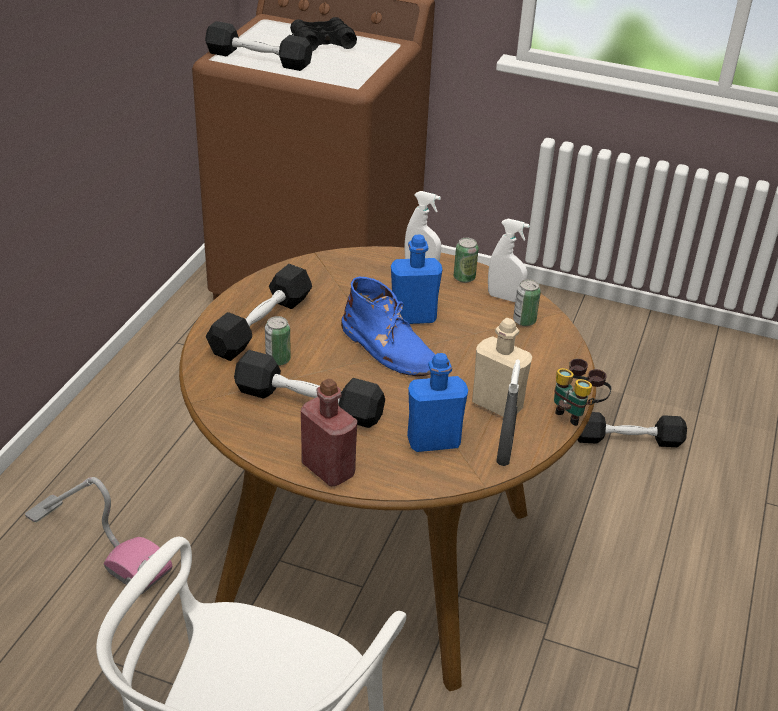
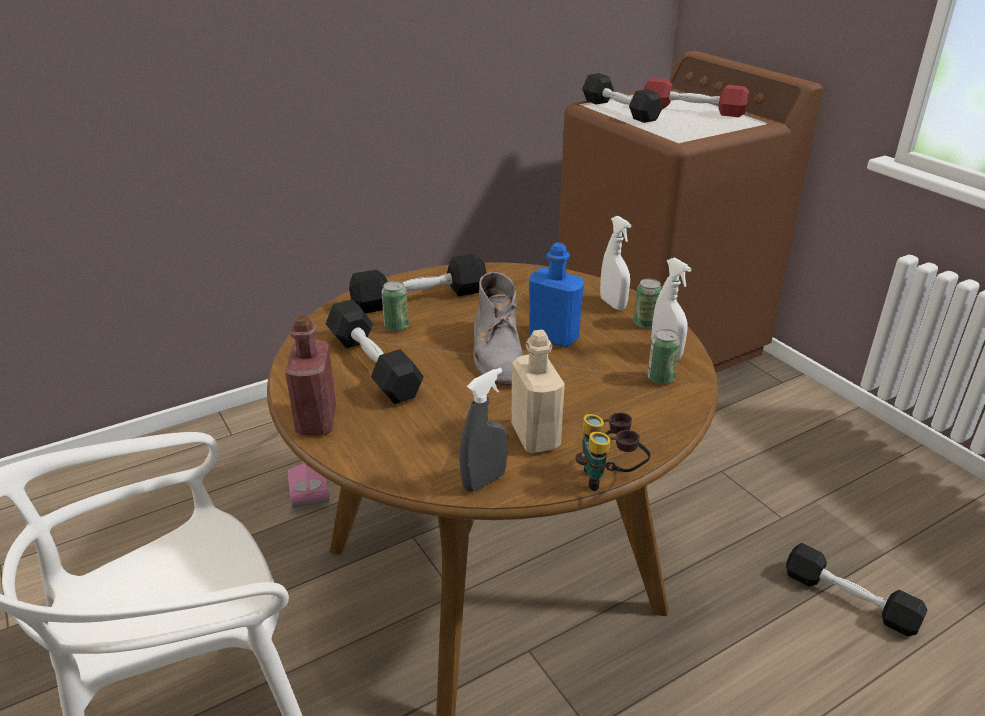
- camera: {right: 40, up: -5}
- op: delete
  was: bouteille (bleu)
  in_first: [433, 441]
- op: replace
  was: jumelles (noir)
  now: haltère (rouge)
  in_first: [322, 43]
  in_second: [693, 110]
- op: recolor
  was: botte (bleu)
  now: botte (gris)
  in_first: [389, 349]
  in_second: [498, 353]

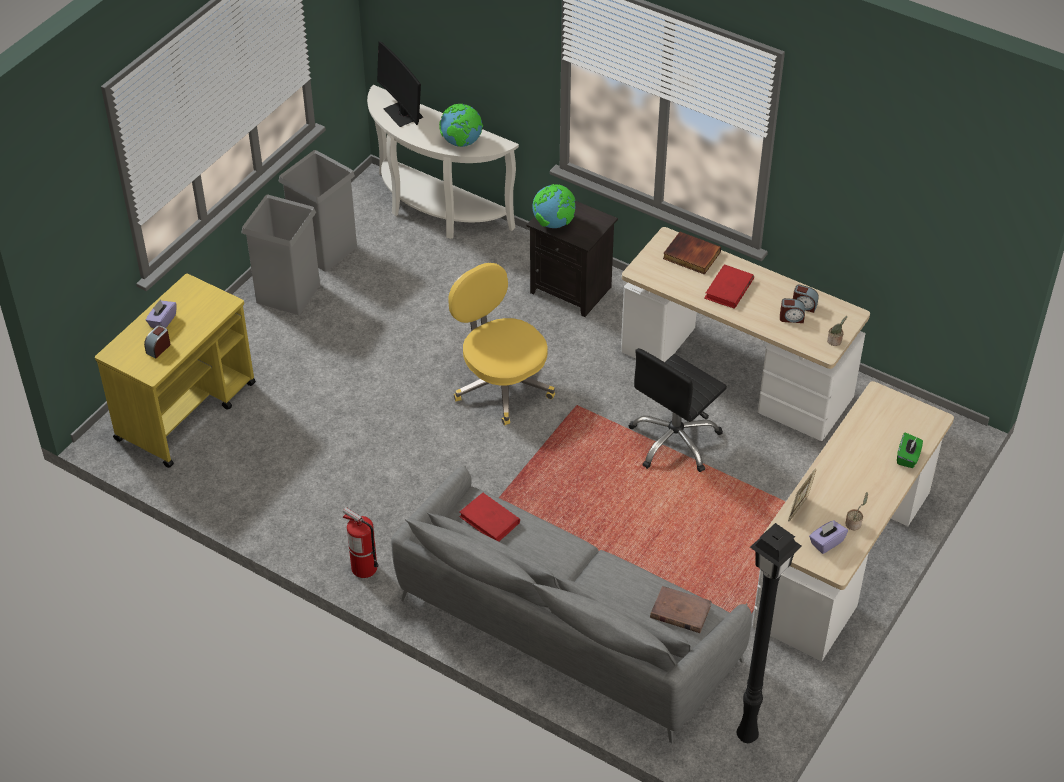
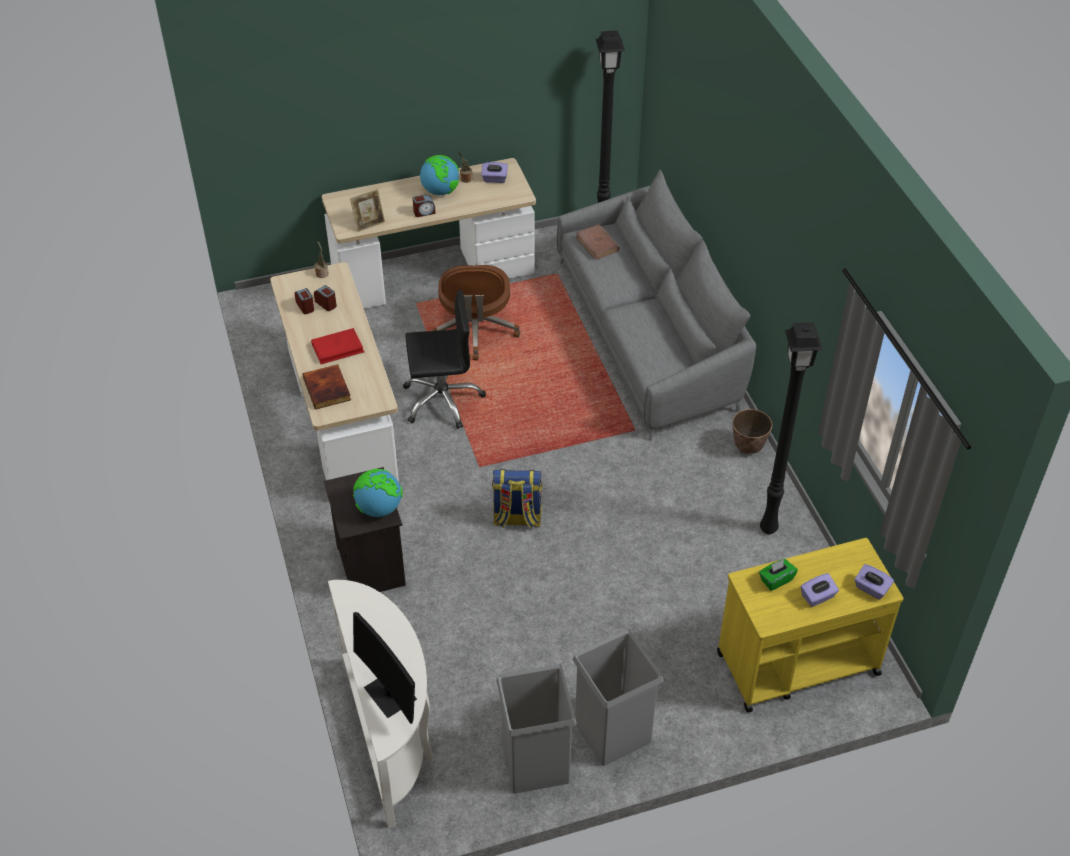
- camera: {right: -140, up: 0}
- op: delete
  was: livre (rouge)
  in_first: [490, 520]
- op: insert
  now: chaise de bureau (marron)
  in_second: [475, 330]
- op: insert
  now: lampadaire (noir)
  in_second: [769, 529]
- op: insert
  now: boîte à mouchoirs (violet)
  in_second: [871, 589]
- op: move
  was: réveil
  in_first: [158, 348]
  in_second: [424, 212]
- op: move
  was: globe
  in_first: [462, 143]
  in_second: [440, 191]
- op: move
  was: cadre photo
  in_first: [799, 509]
  in_second: [369, 224]
- op: move
  was: boîte à mouchoirs (vert)
  in_first: [908, 457]
  in_second: [776, 580]
- op: replace
  was: extincteur
  now: cache-pot
  in_first: [363, 567]
  in_second: [748, 448]
- op: replace
  was: chaise de bureau (jaune)
  now: sac à dos
  in_first: [501, 385]
  in_second: [517, 518]
- op: rotate
  was: écran d'ordinateur
  in_first: [403, 114]
  in_second: [390, 694]
  clockwise: 135

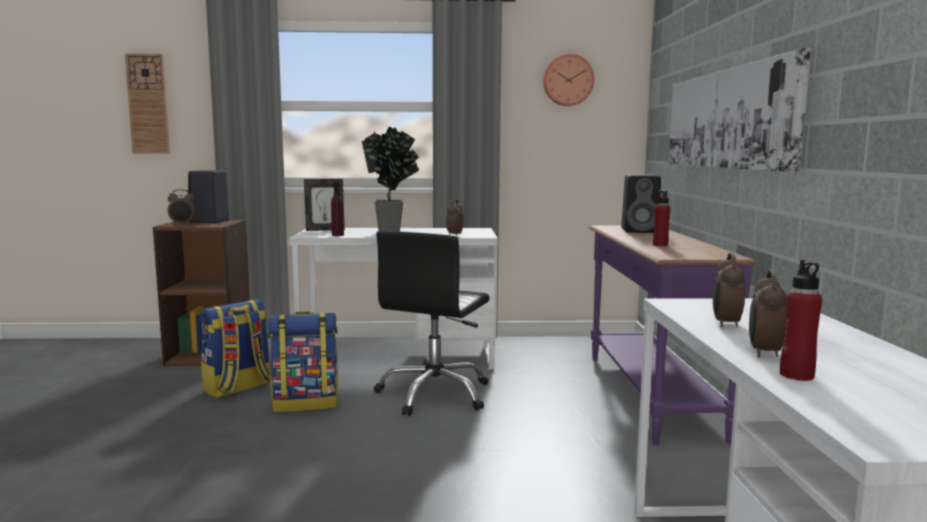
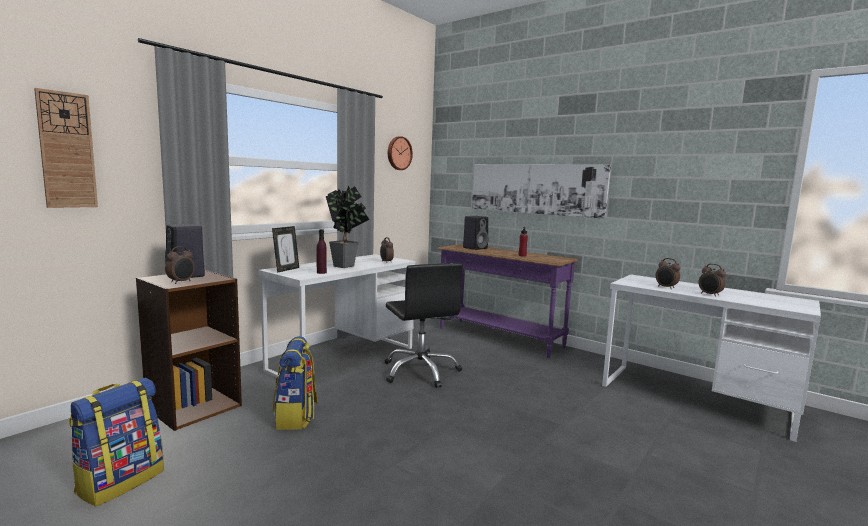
- camera: {right: -50, up: 0}
- op: delete
  was: bouteille (rouge)
  in_first: [796, 375]
- op: move
  was: sac à dos
  in_first: [306, 403]
  in_second: [121, 481]

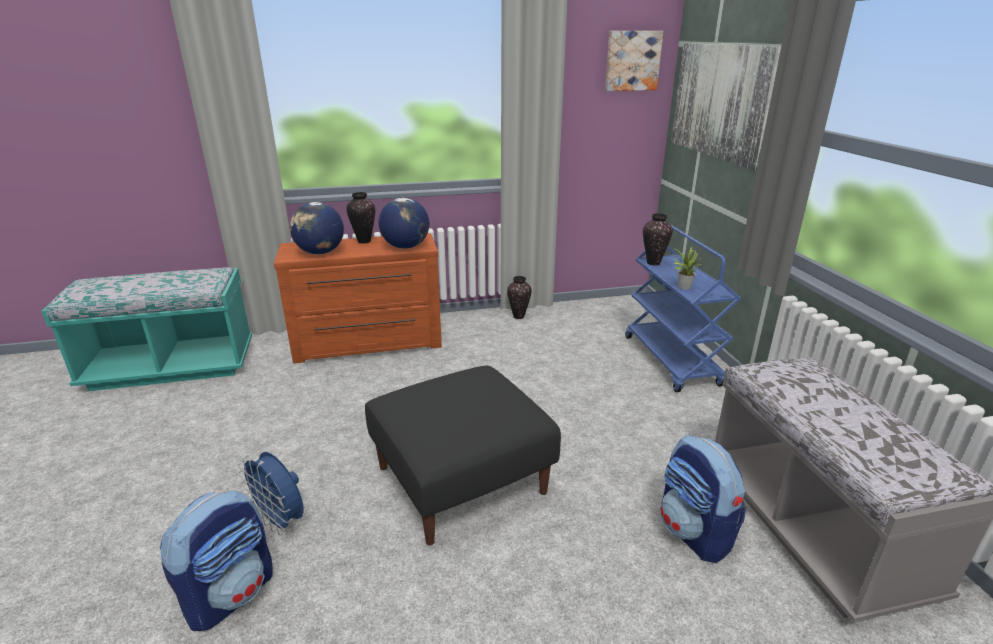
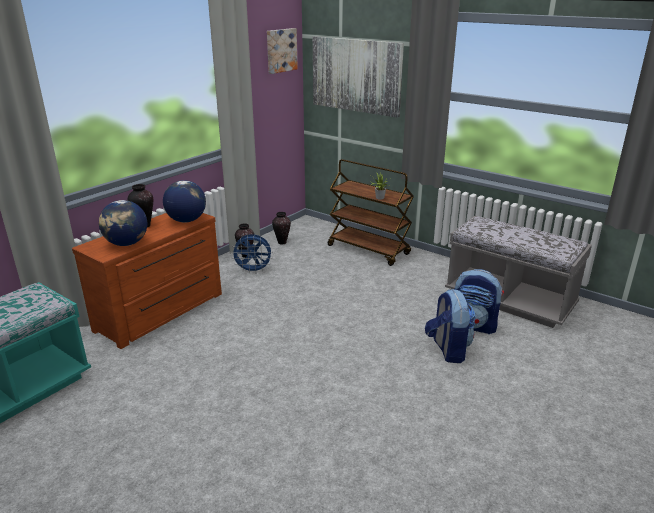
- camera: {right: -40, up: 0}
- op: delete
  was: pouf (noir)
  in_first: [462, 479]
- op: move
  was: sac à dos
  in_first: [231, 593]
  in_second: [448, 349]
- op: move
  was: ventilateur (bleu)
  in_first: [281, 522]
  in_second: [253, 271]
- op: move
  was: vase
  in_first: [653, 263]
  in_second: [282, 242]
- op: recolor
  was: chariot (bleu)
  now: chariot (marron)
  in_first: [671, 361]
  in_second: [369, 250]

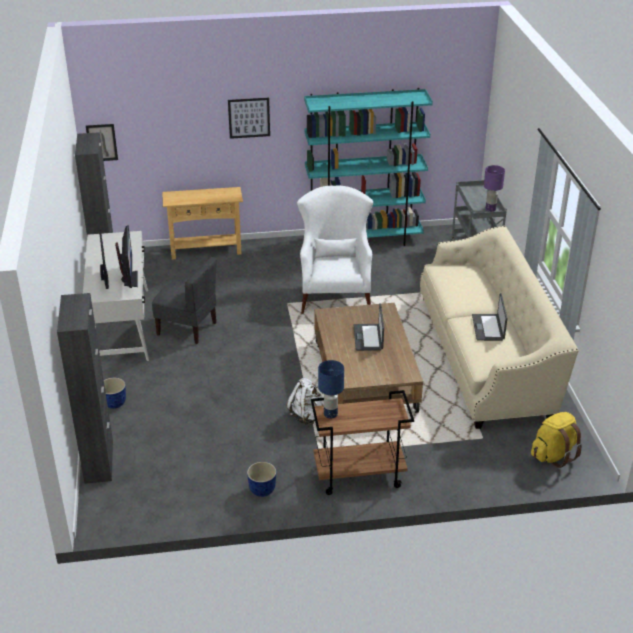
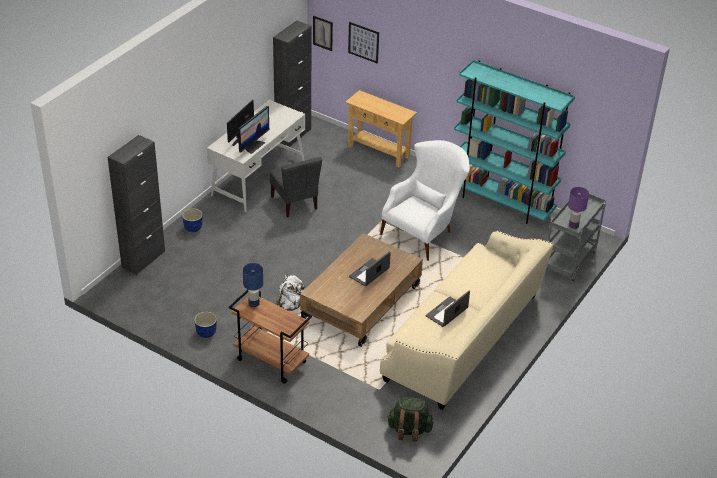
- camera: {right: 40, up: 5}
- op: move
  was: tableau
  in_first: [249, 118]
  in_second: [363, 42]
- op: recolor
  was: sac à dos (jaune)
  now: sac à dos (vert)
  in_first: [553, 455]
  in_second: [409, 430]

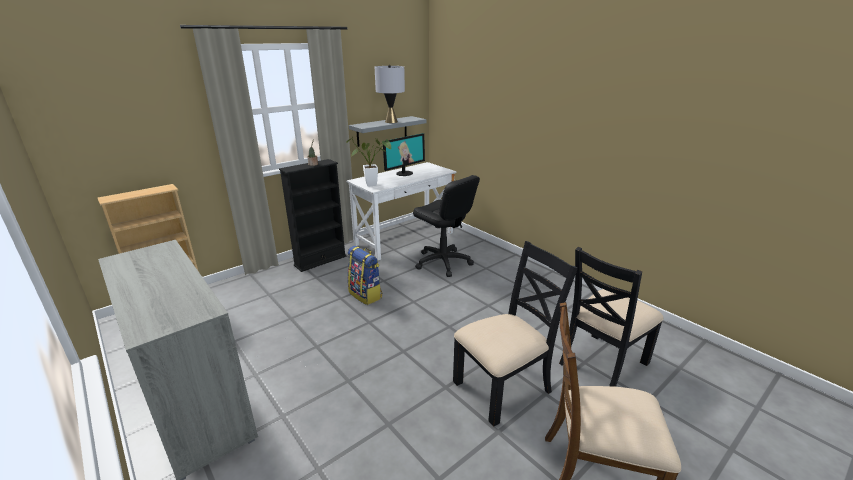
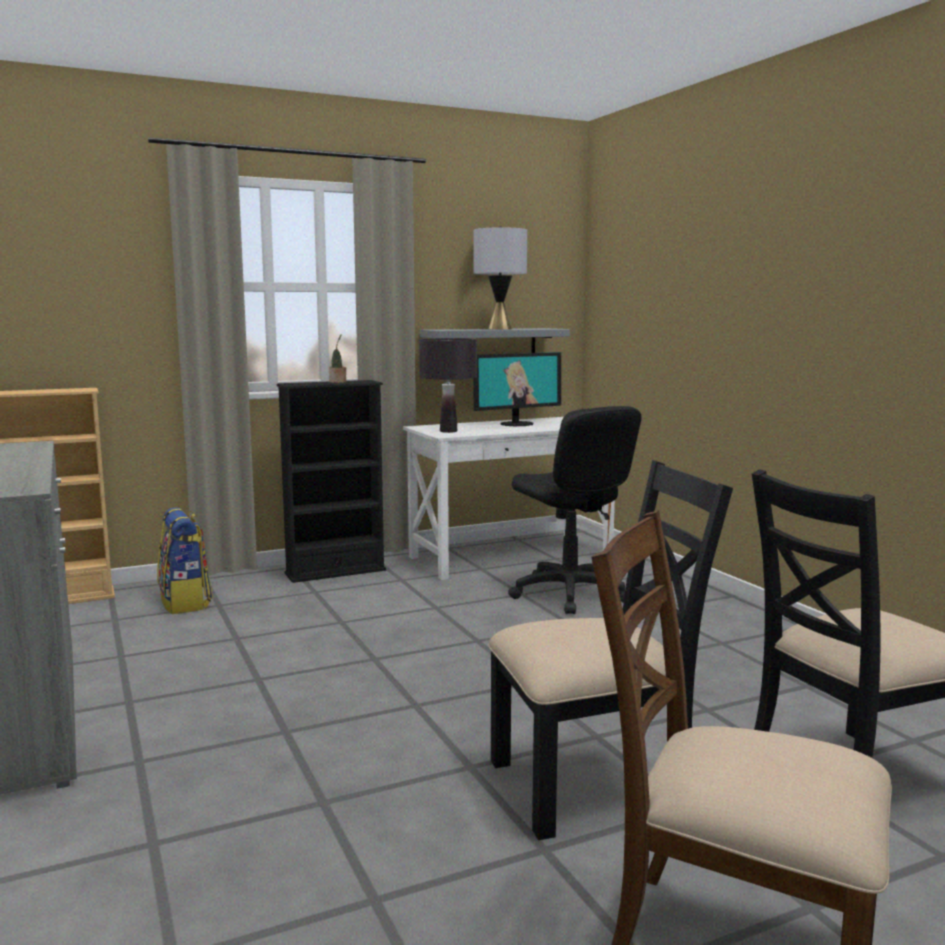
- camera: {right: 15, up: -15}
- op: move
  was: sac à dos
  in_first: [366, 295]
  in_second: [186, 603]
- op: replace
  was: plante en pot
  now: lampe de table (noir)
  in_first: [374, 184]
  in_second: [448, 431]

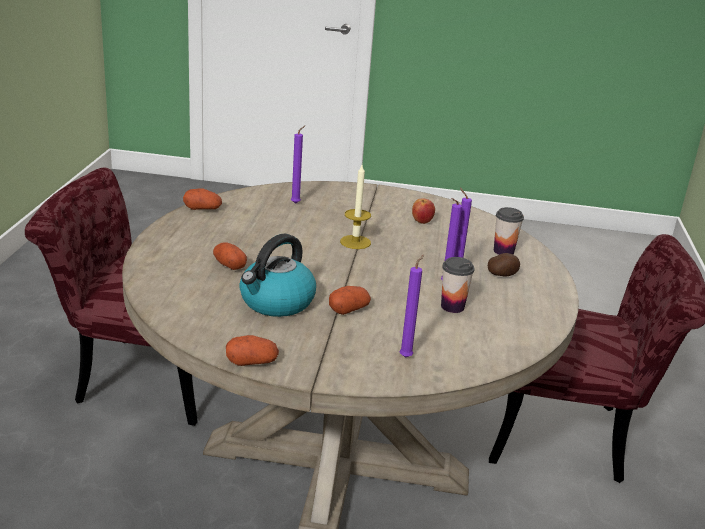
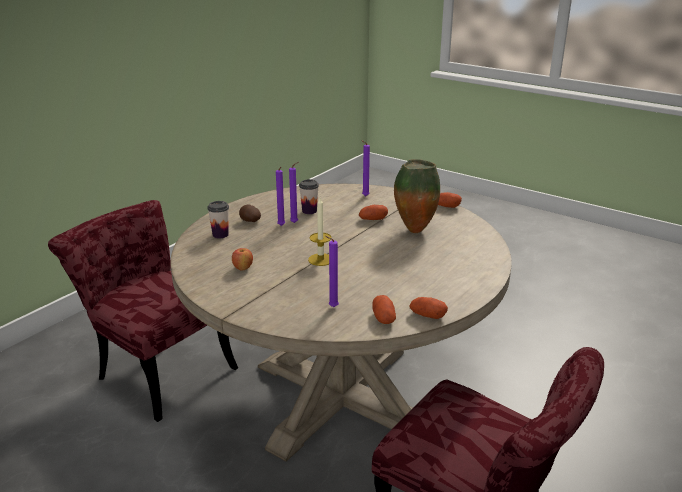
- camera: {right: -150, up: 0}
- op: move
  was: pomme de terre
  in_first: [229, 265]
  in_second: [384, 318]
- op: replace
  was: bouilloire
  now: vase
  in_first: [276, 302]
  in_second: [414, 230]

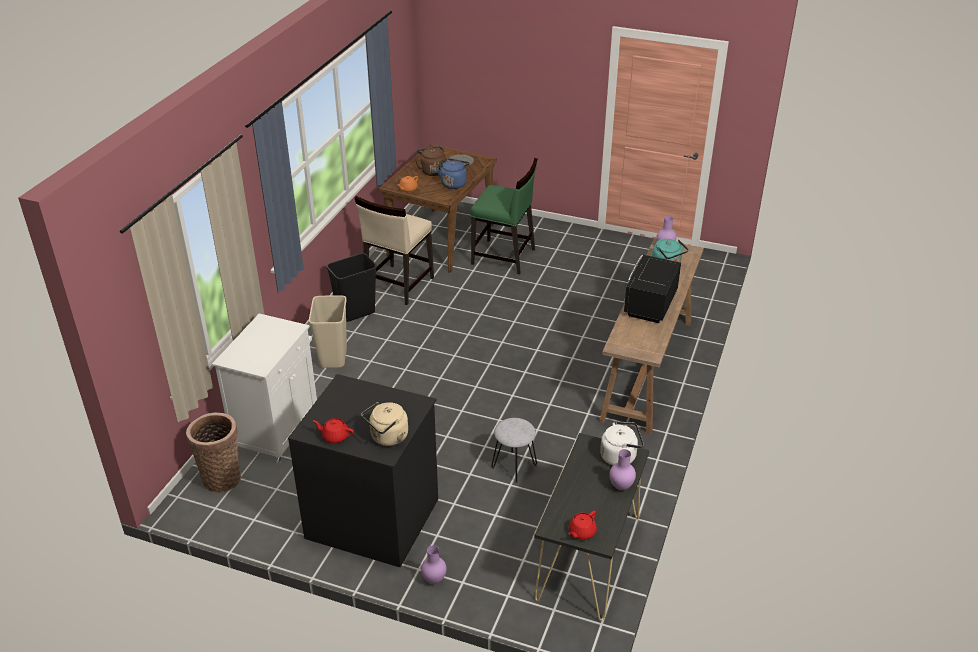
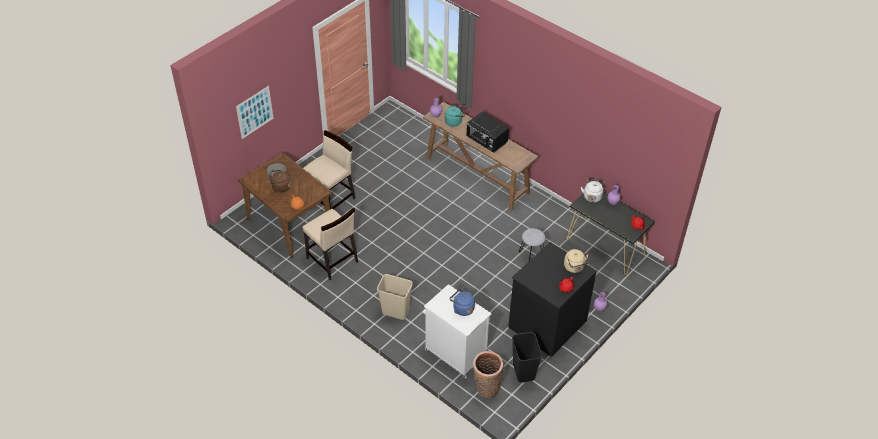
- camera: {right: -70, up: 10}
- op: insert
  now: tableau
  in_second: [255, 112]
- op: move
  was: poubelle (noir)
  in_first: [356, 312]
  in_second: [523, 371]
- op: move
  was: bouilloire (bleu)
  in_first: [454, 183]
  in_second: [462, 308]
- op: recolor
  was: chaise (vert)
  now: chaise (beige)
  in_first: [504, 257]
  in_second: [331, 200]

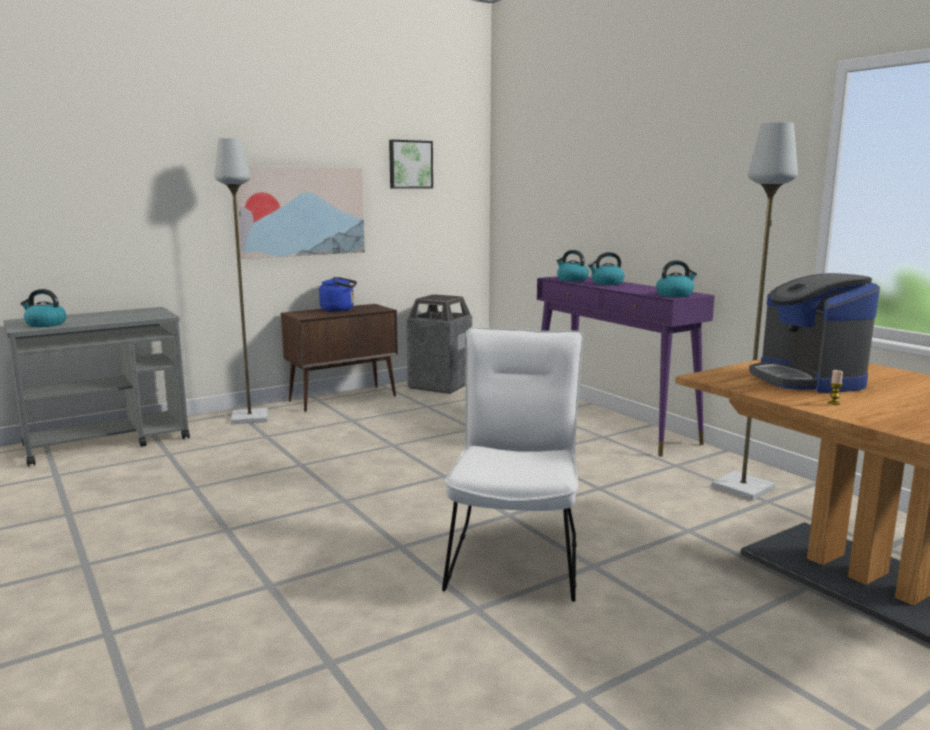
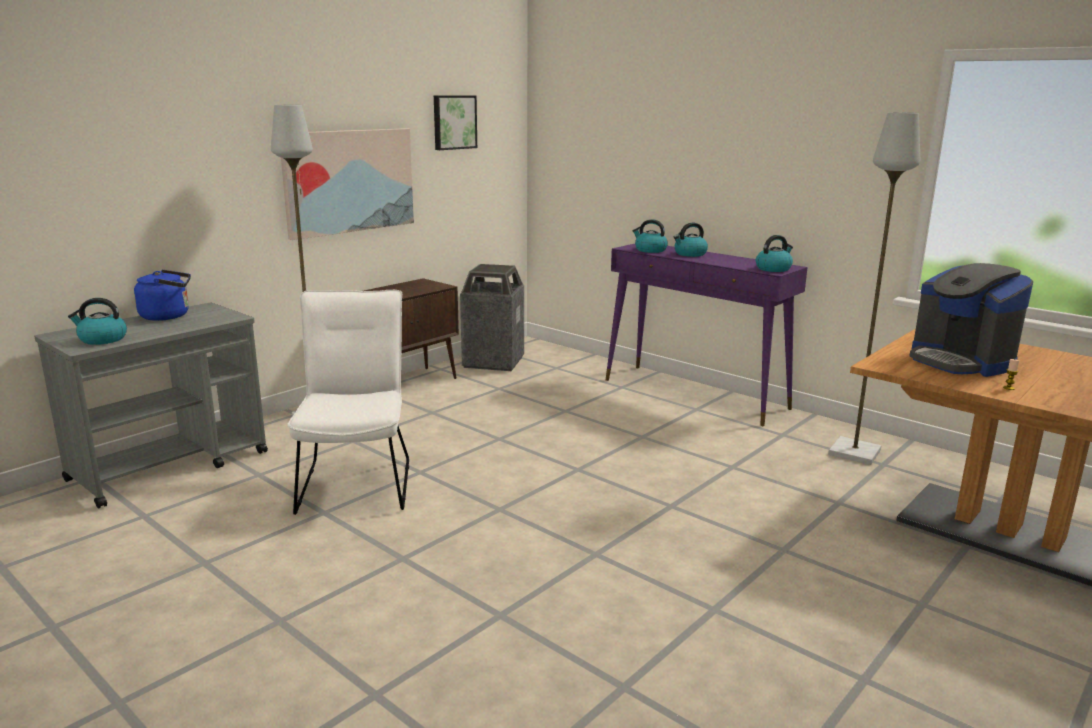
- camera: {right: -15, up: 5}
- op: move
  was: bouilloire (bleu)
  in_first: [339, 310]
  in_second: [168, 316]
- op: move
  was: chaise (blanc)
  in_first: [515, 556]
  in_second: [357, 481]

